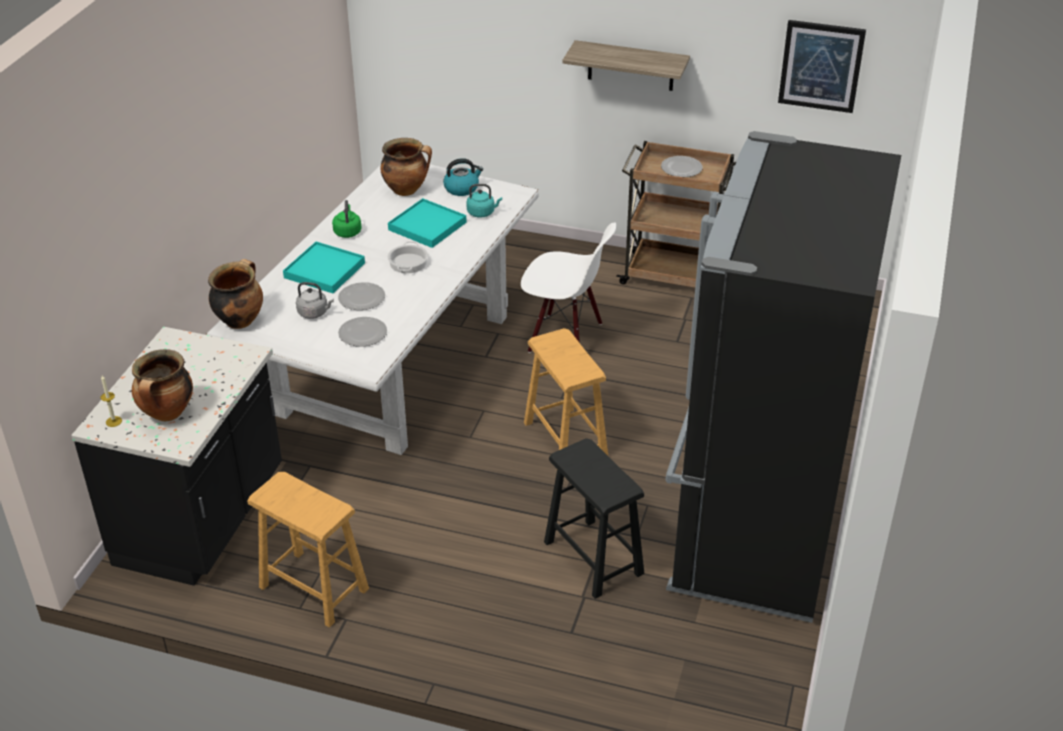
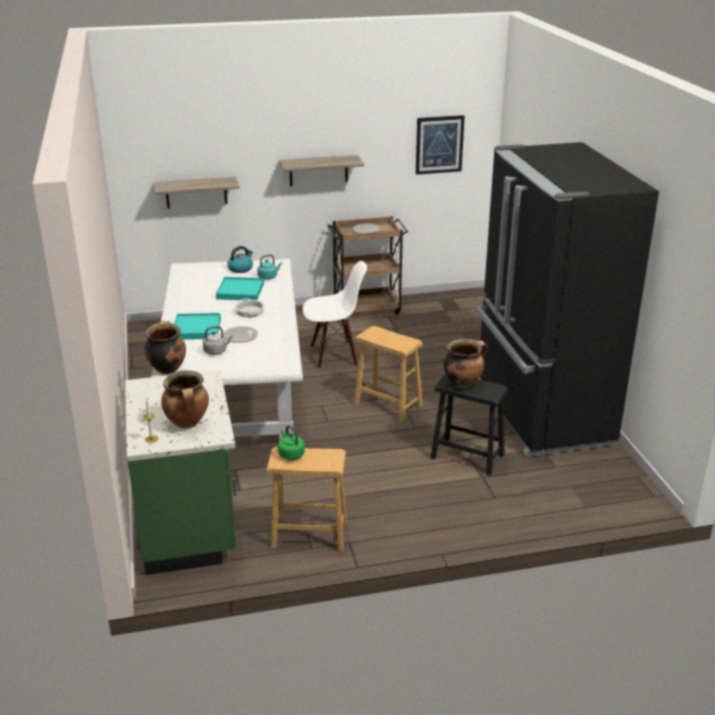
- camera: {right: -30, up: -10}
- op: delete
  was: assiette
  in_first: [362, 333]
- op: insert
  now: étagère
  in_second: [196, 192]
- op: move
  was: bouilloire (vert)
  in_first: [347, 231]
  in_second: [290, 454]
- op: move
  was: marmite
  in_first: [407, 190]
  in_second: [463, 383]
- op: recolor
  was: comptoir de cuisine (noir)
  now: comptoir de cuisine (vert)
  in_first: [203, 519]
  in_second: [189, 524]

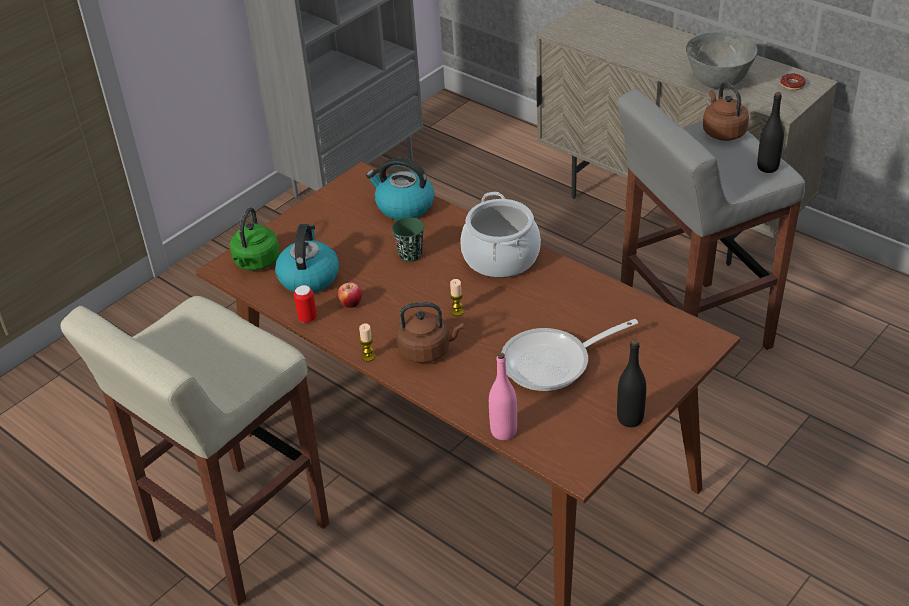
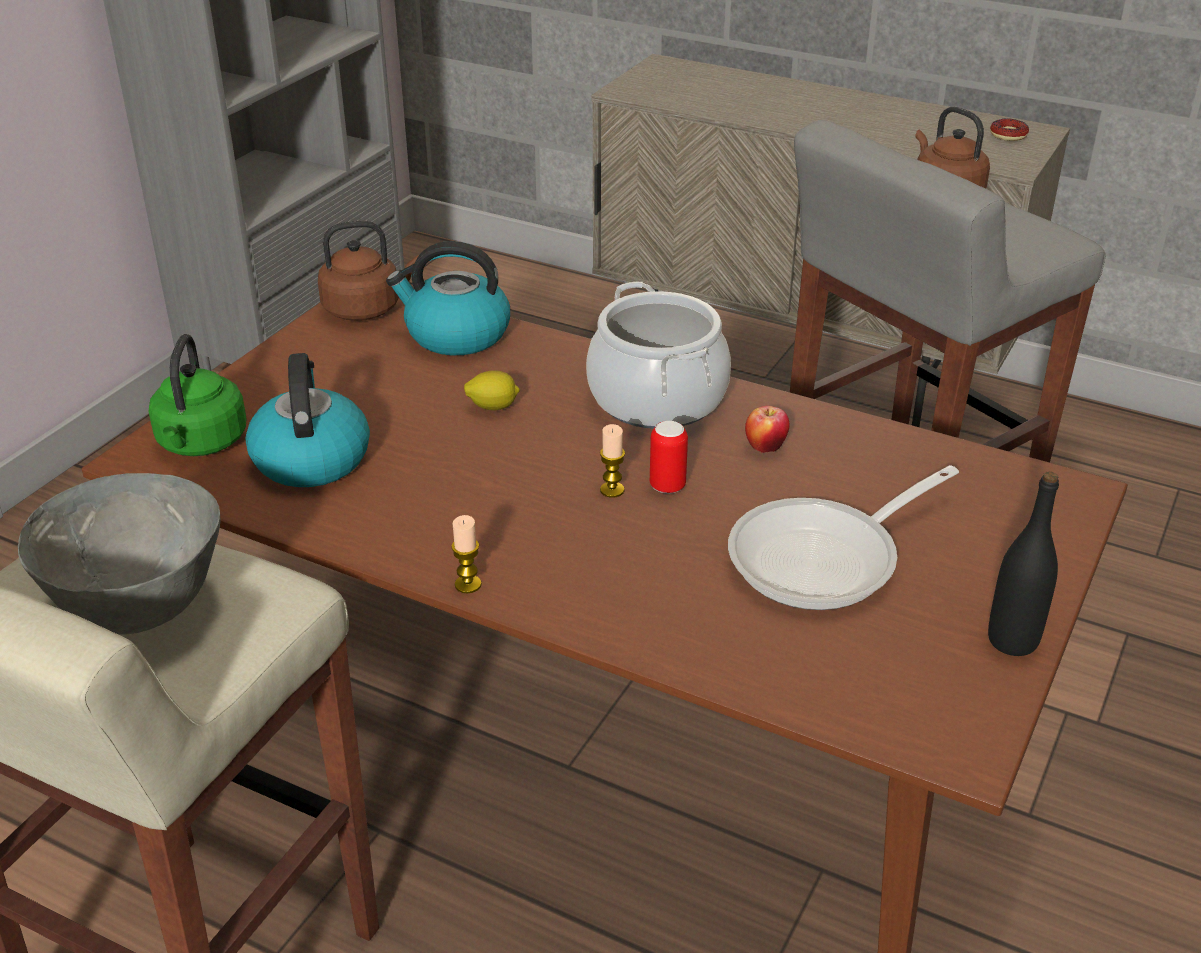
- camera: {right: -15, up: -5}
- op: delete
  was: bouteille (rose)
  in_first: [503, 431]
- op: delete
  was: bouteille (noir)
  in_first: [767, 167]
- op: move
  was: boîte métallique
  in_first: [307, 318]
  in_second: [667, 486]
- op: move
  was: pomme
  in_first: [351, 304]
  in_second: [765, 447]
- op: move
  was: bouilloire (marron)
  in_first: [427, 350]
  in_second: [366, 309]
- op: move
  was: bol (gris)
  in_first: [718, 83]
  in_second: [139, 609]
- op: replace
  was: tasse (vert)
  now: citron
  in_first: [410, 255]
  in_second: [493, 407]

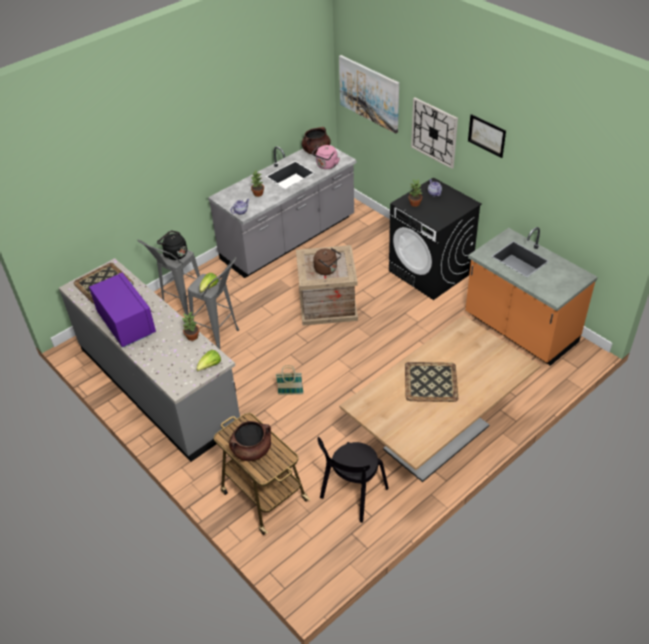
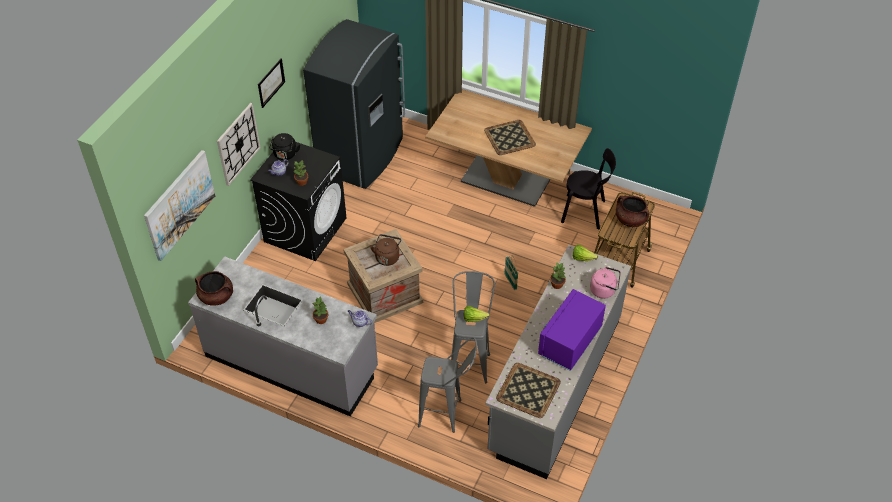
- camera: {right: -115, up: 5}
- op: move
  was: bouilloire (noir)
  in_first: [174, 254]
  in_second: [285, 155]
- op: move
  was: bouilloire (rose)
  in_first: [326, 166]
  in_second: [604, 290]
- op: replace
  was: comptoir de cuisine (orange)
  now: réfrigérateur (gris)
  in_first: [519, 330]
  in_second: [362, 156]

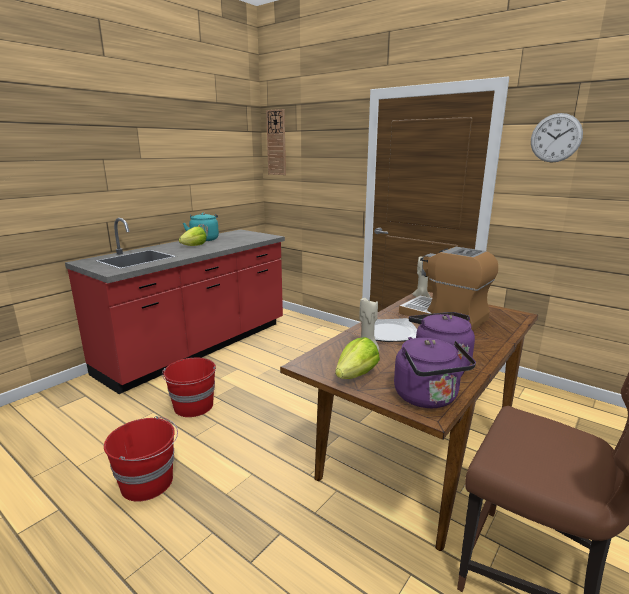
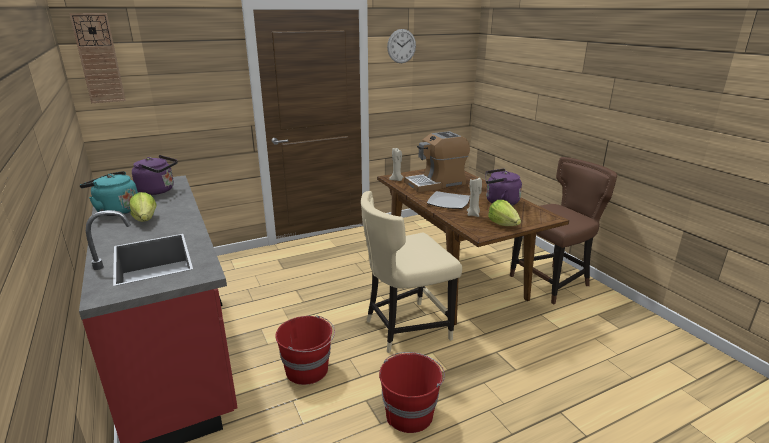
- camera: {right: -65, up: 5}
- op: insert
  now: chaise (beige)
  in_second: [405, 328]
- op: move
  was: bouilloire (violet)
  in_first: [428, 398]
  in_second: [158, 190]

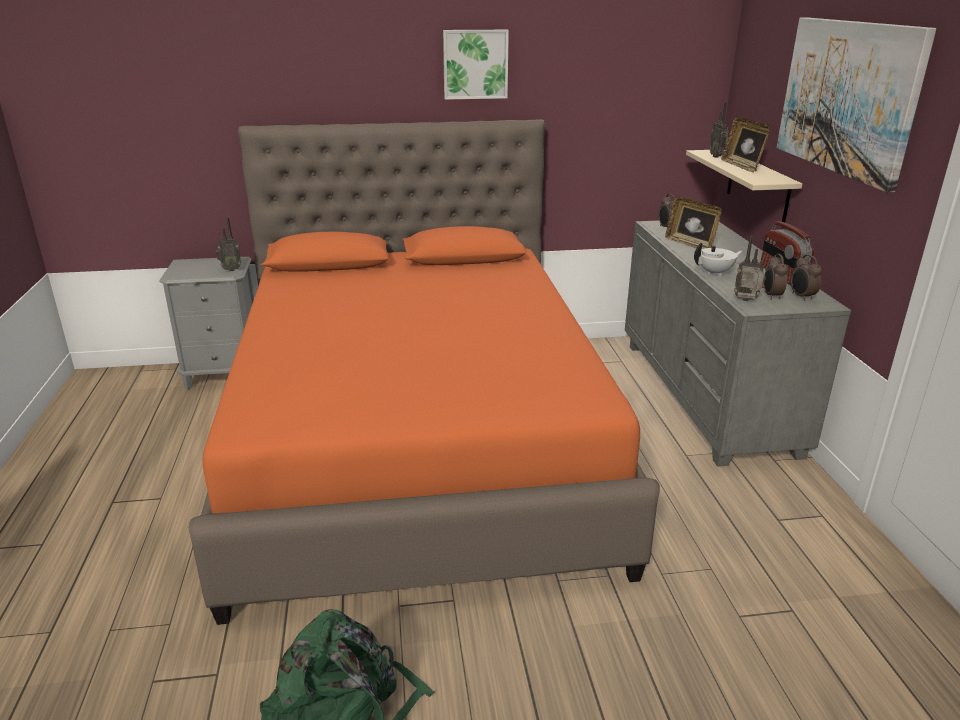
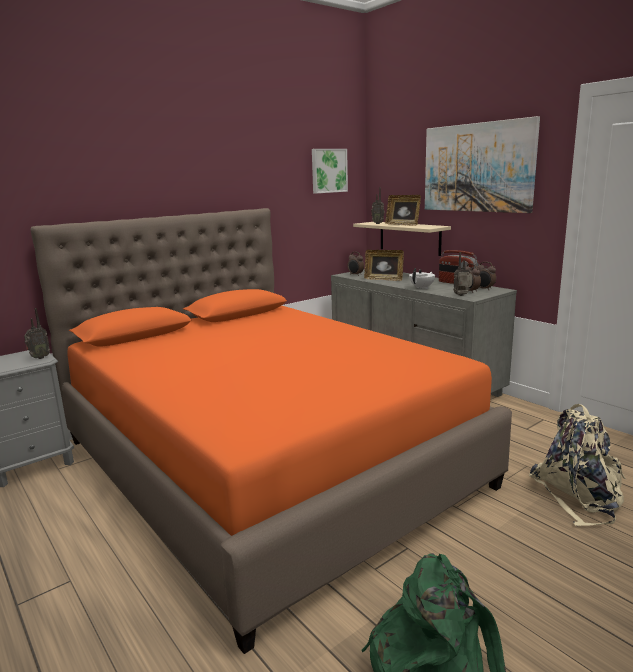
- camera: {right: -30, up: -10}
- op: insert
  now: sac à dos (beige)
  in_second: [579, 495]
- op: move
  was: tableau
  in_first: [475, 64]
  in_second: [328, 171]

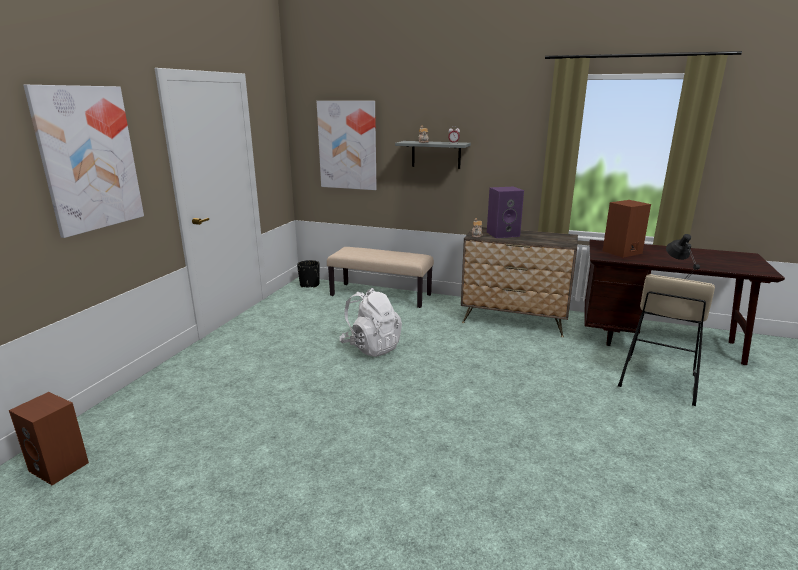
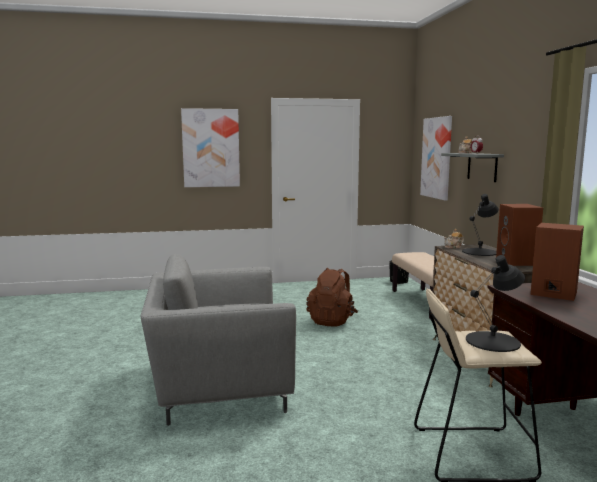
- camera: {right: 60, up: -10}
- op: insert
  now: fauteuil (gris)
  in_second: [218, 385]
- op: move
  was: enceinte (marron)
  in_first: [60, 466]
  in_second: [517, 262]
- op: replace
  was: enceinte (violet)
  now: lampe de table (noir)
  in_first: [503, 234]
  in_second: [480, 252]
- op: recolor
  was: sac à dos (blanc)
  now: sac à dos (marron)
  in_first: [371, 347]
  in_second: [332, 321]

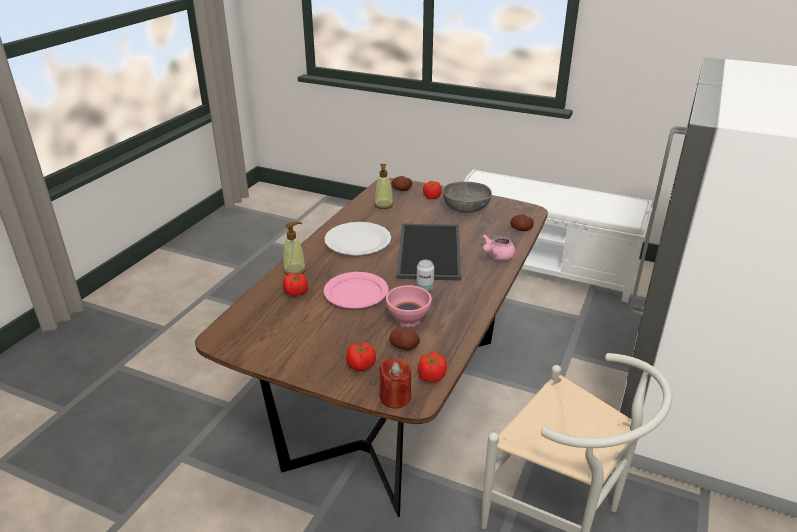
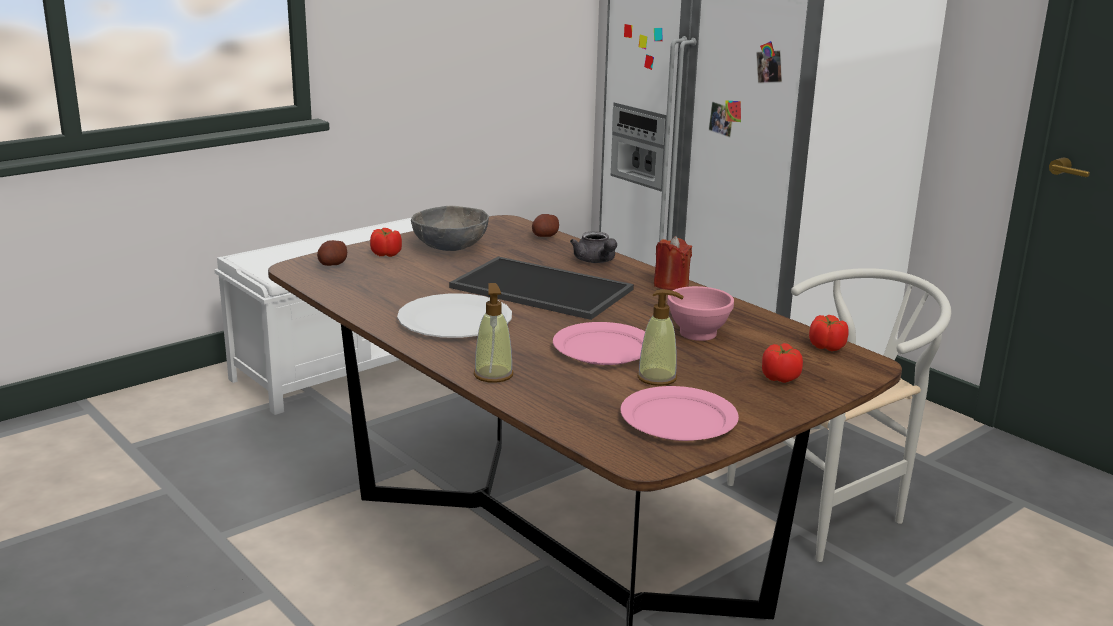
- camera: {right: -65, up: -10}
- op: delete
  was: tomate
  in_first: [296, 292]
- op: delete
  was: pomme de terre
  in_first: [404, 346]
- op: delete
  was: boîte métallique
  in_first: [425, 288]
- op: insert
  now: assiette (rose)
  in_second: [679, 419]
- op: move
  was: distributeur de savon
  in_first: [383, 205]
  in_second: [657, 378]
- op: move
  was: bougie (rouge)
  in_first: [395, 397]
  in_second: [671, 285]
- op: recolor
  was: théière (rose)
  now: théière (gris)
  in_first: [496, 256]
  in_second: [596, 261]

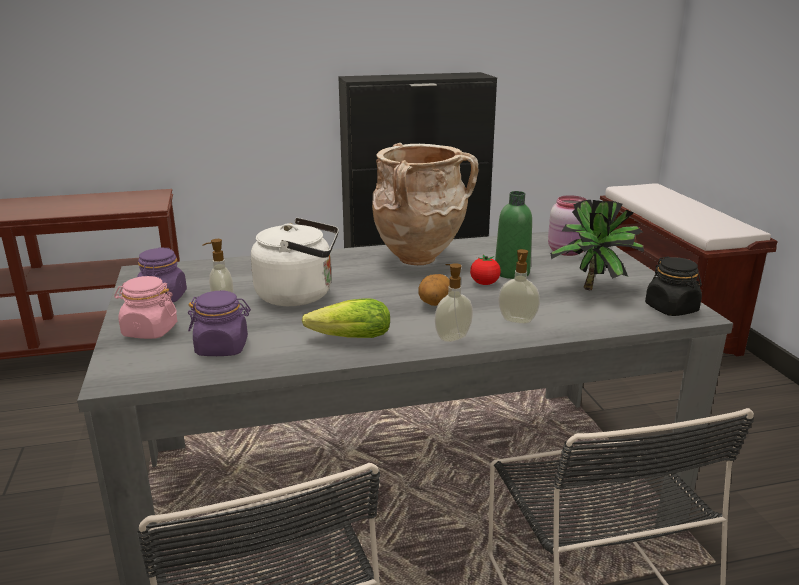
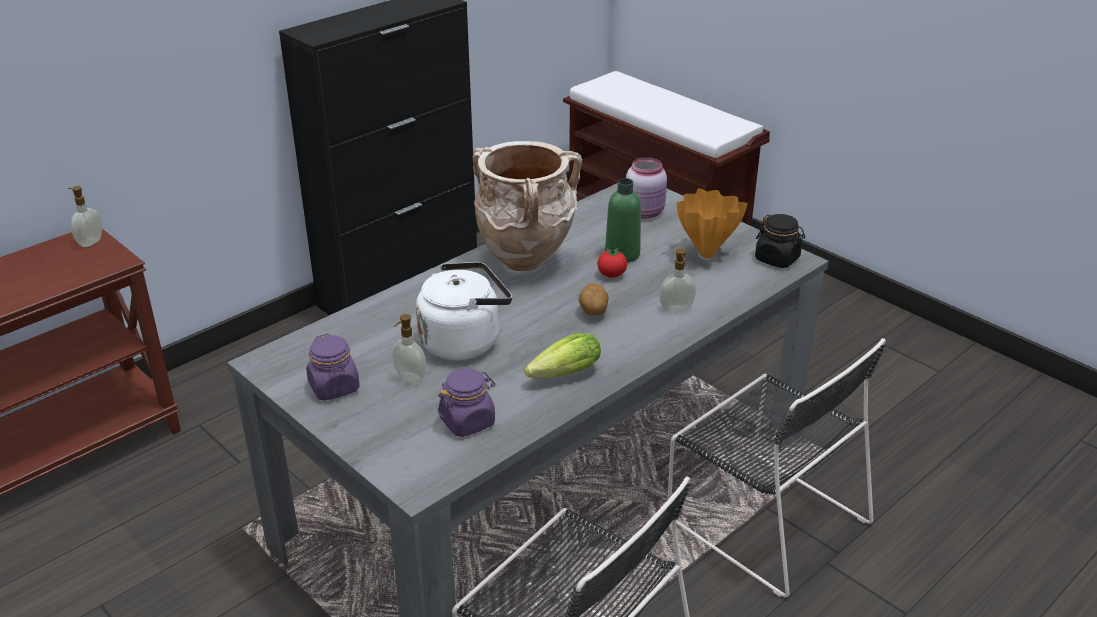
- camera: {right: -30, up: 10}
- op: delete
  was: bocal (rose)
  in_first: [149, 331]
- op: move
  was: distributeur de savon
  in_first: [452, 337]
  in_second: [90, 242]
- op: replace
  was: plante en pot
  now: vase (orange)
  in_first: [595, 289]
  in_second: [705, 254]

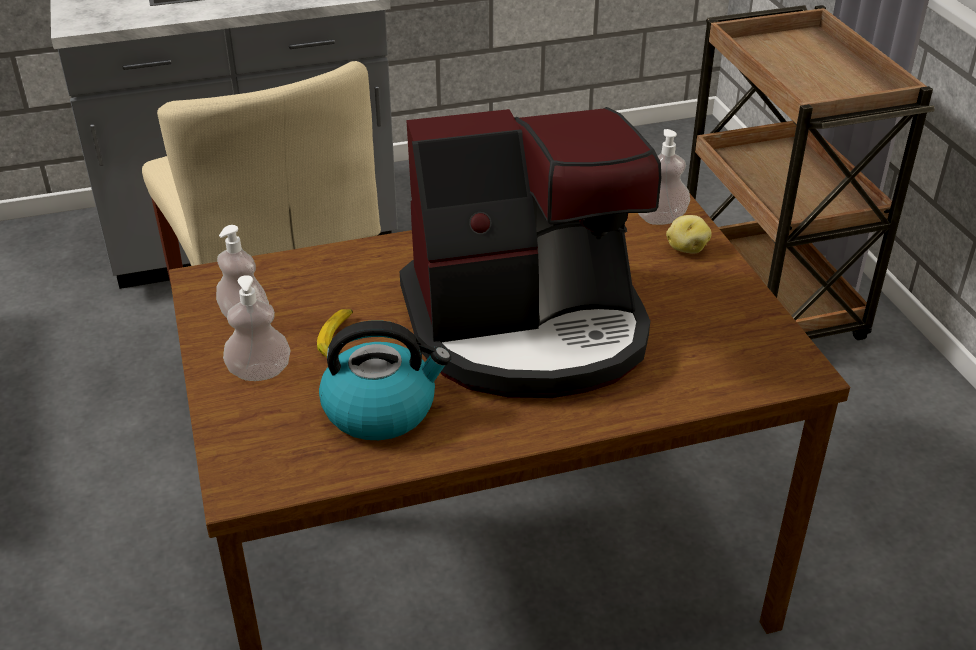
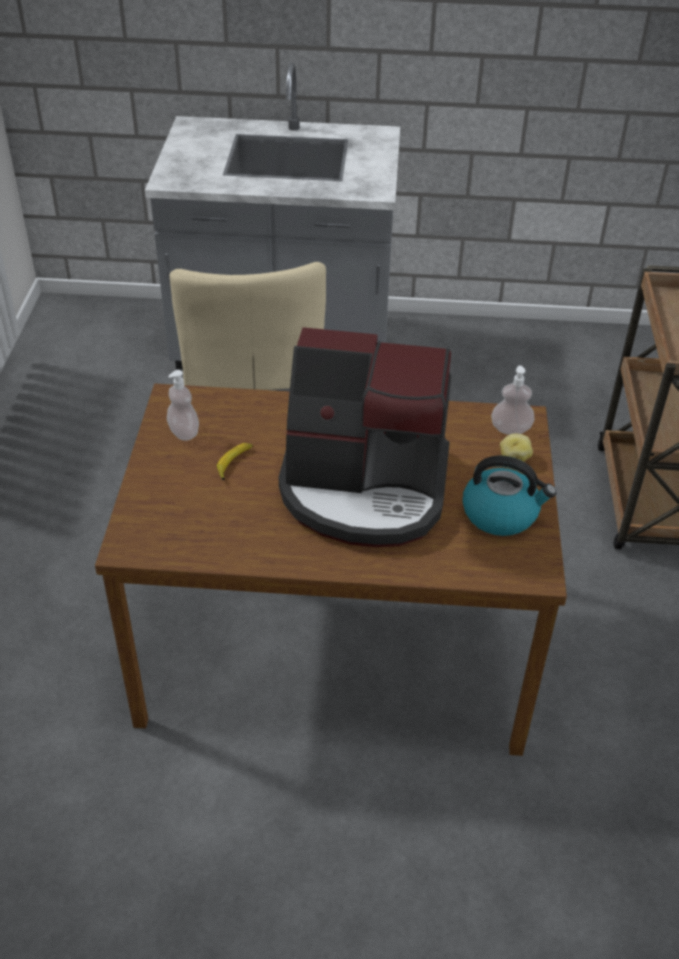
- camera: {right: 20, up: 5}
- op: delete
  was: distributeur de savon
  in_first: [259, 372]
- op: move
  was: bouilloire
  in_first: [381, 409]
  in_second: [501, 514]

